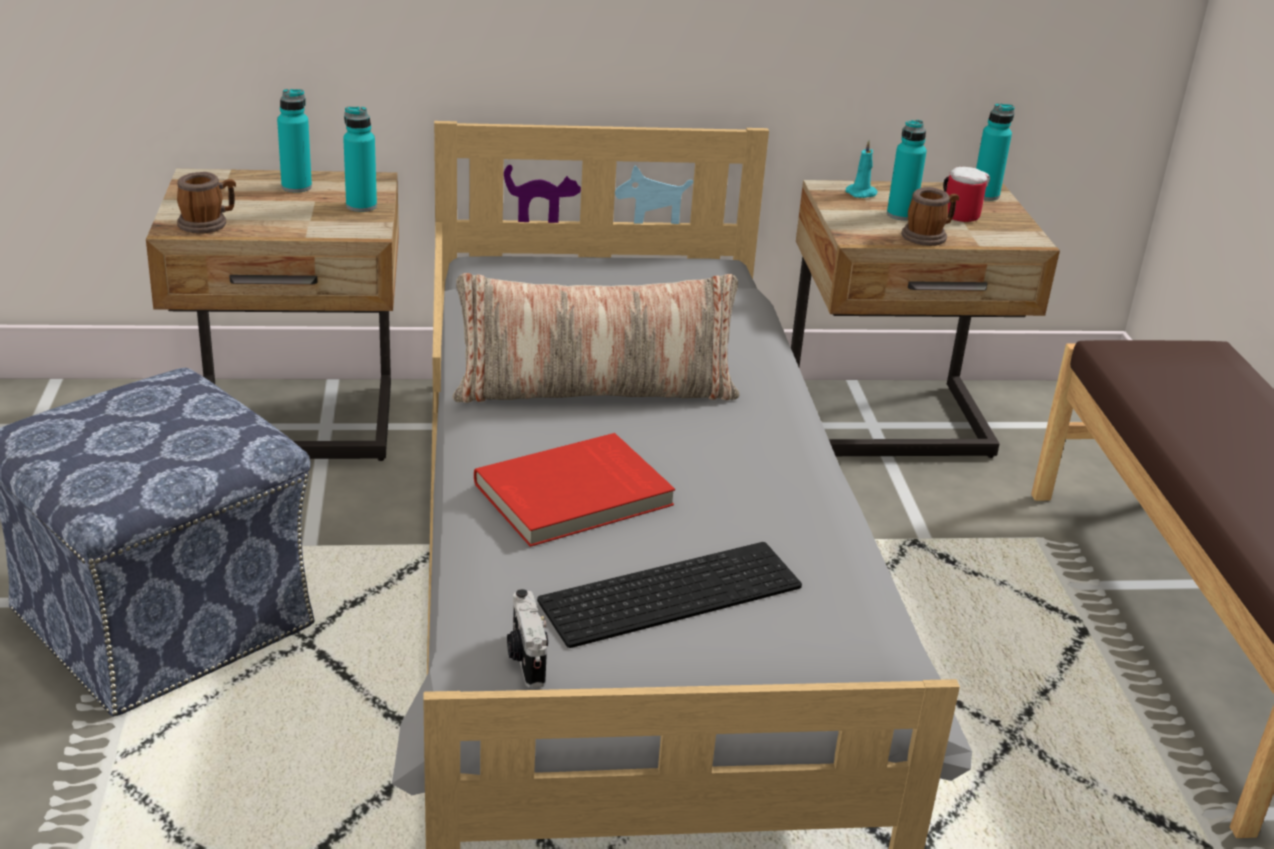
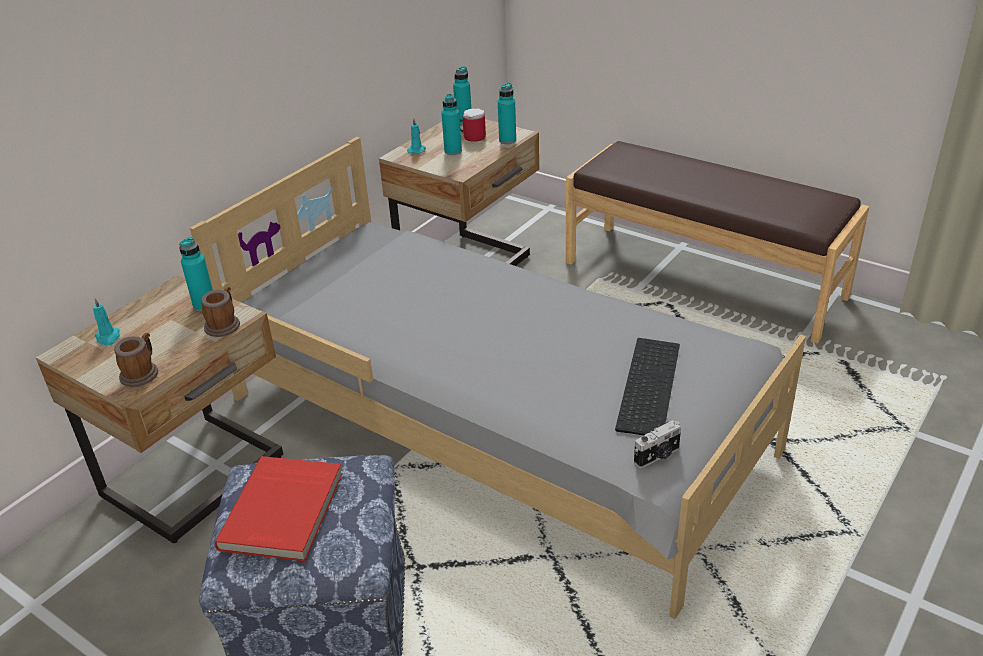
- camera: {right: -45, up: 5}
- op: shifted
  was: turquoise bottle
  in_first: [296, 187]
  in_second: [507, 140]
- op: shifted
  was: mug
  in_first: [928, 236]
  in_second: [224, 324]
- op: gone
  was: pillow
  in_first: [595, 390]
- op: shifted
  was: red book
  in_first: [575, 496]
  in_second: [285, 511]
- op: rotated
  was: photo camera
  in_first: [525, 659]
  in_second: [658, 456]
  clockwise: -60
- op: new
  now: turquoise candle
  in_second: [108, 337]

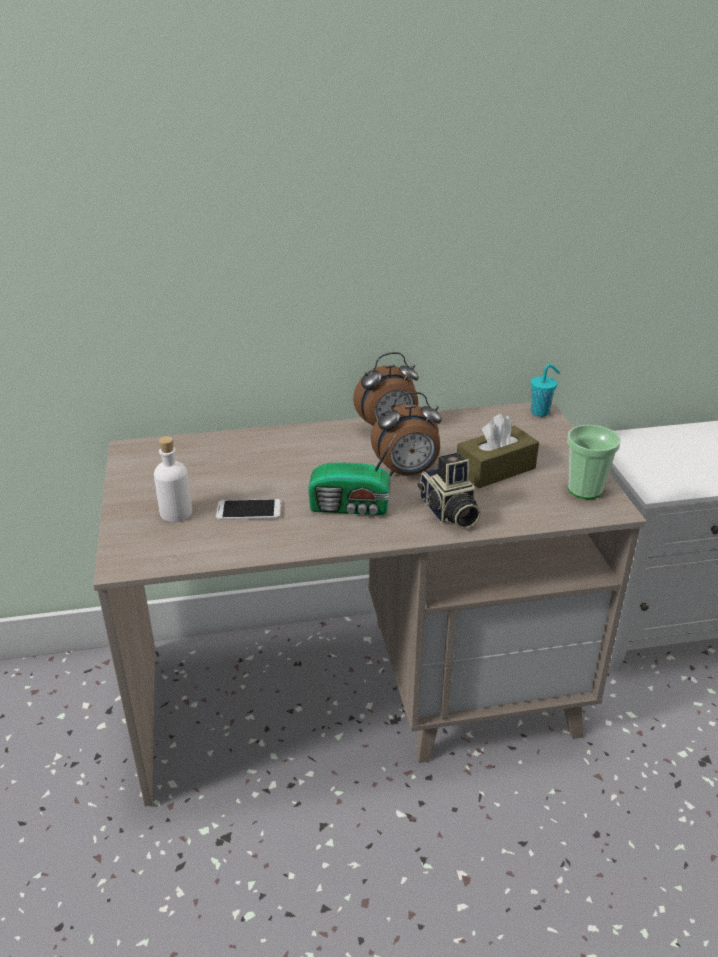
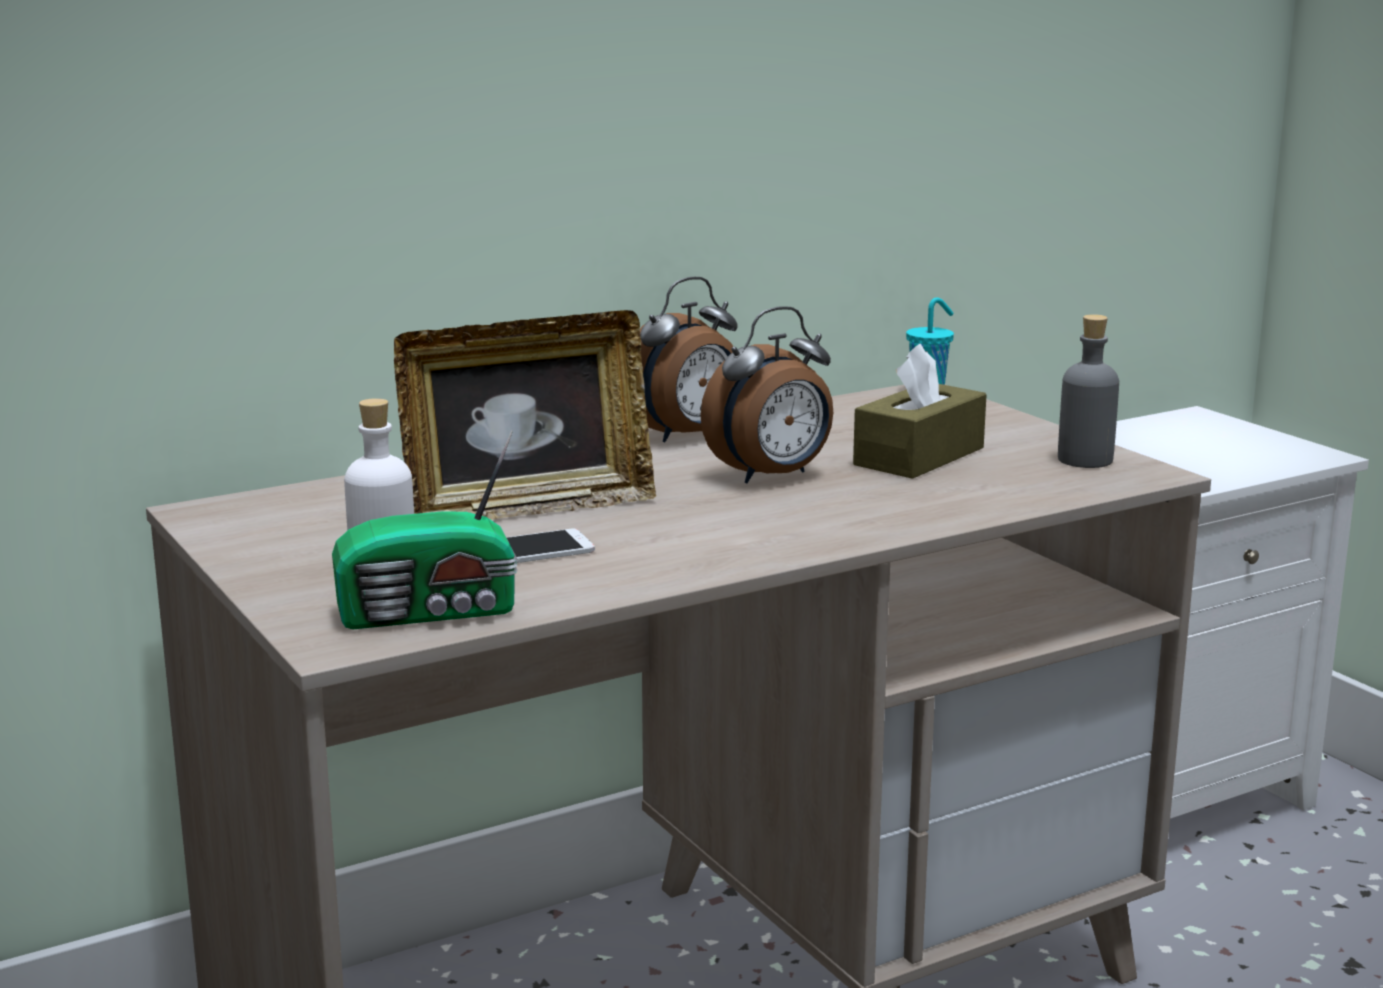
- camera: {right: -20, up: -15}
- op: swapped
  was: cup
  now: grey bottle
  in_first: [584, 490]
  in_second: [1085, 460]
- op: shifted
  was: radio
  in_first: [352, 507]
  in_second: [432, 613]
- op: gone
  was: photo camera
  in_first: [448, 513]
- op: new
  now: picture frame
  in_second: [528, 508]

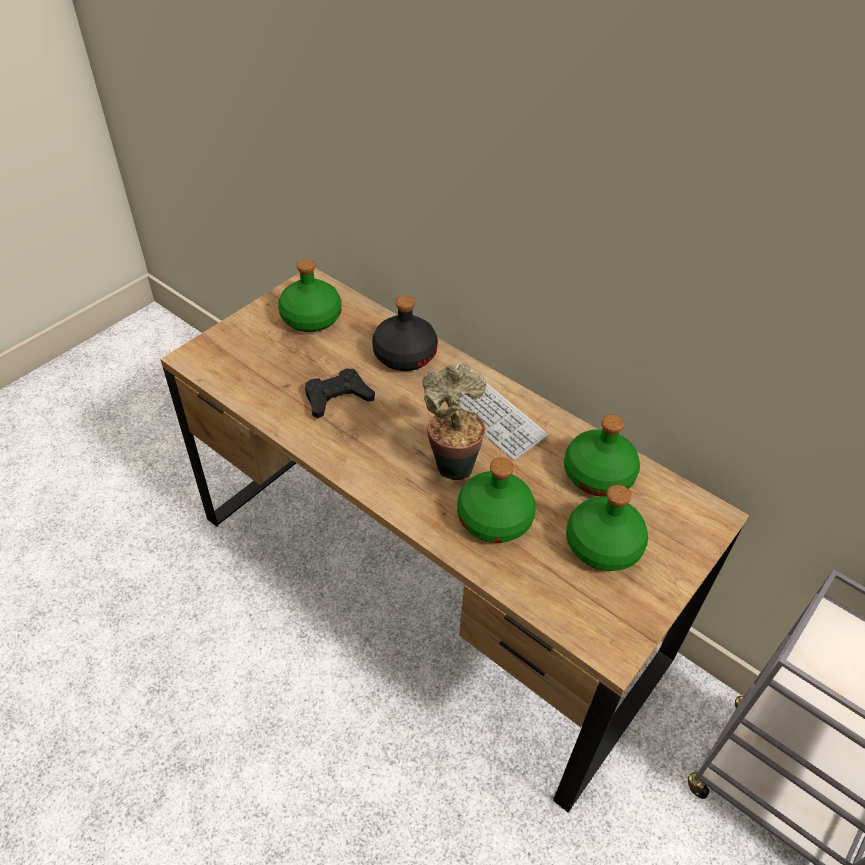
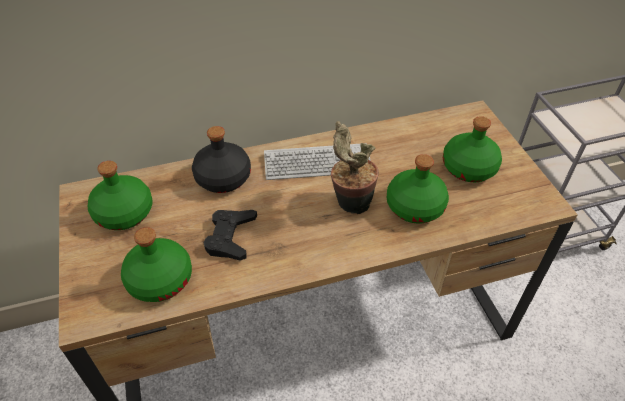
- camera: {right: -55, up: 0}
- op: shifted
  was: green bottle
  in_first: [598, 474]
  in_second: [159, 279]

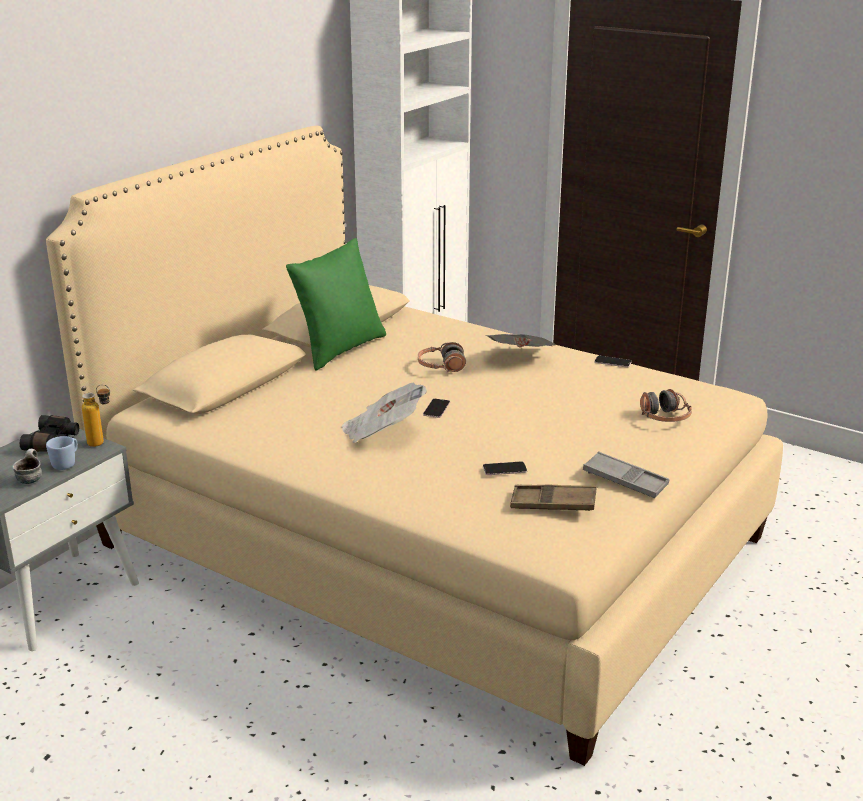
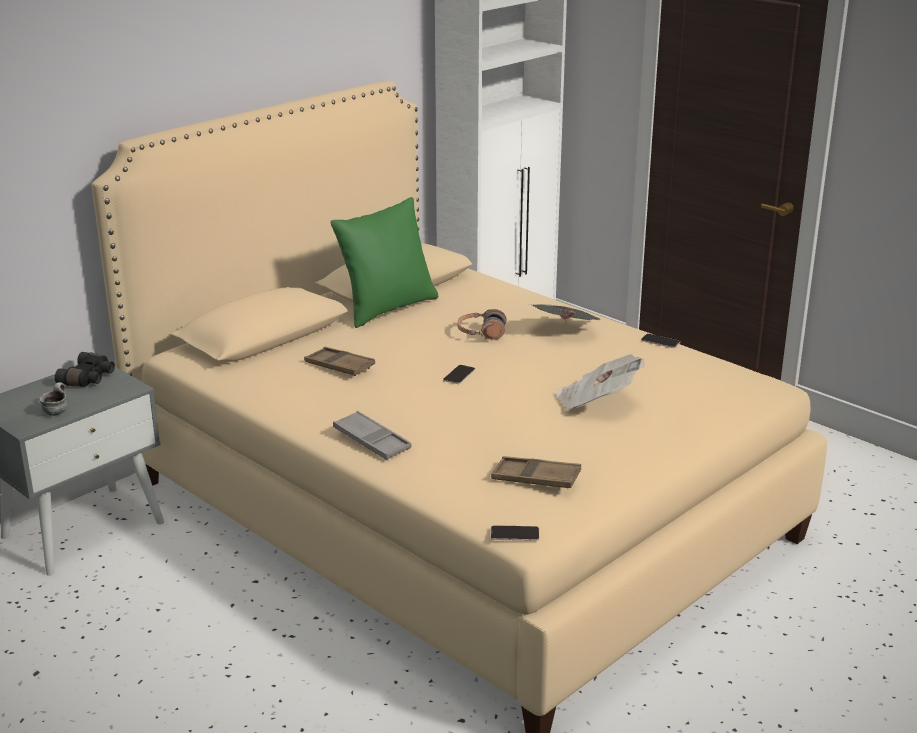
- camera: {right: 10, up: 0}
- op: shifted
  was: newspaper
  in_first: [382, 432]
  in_second: [596, 402]
- op: gone
  was: bottle
  in_first: [102, 443]
- op: gone
  was: headphones
  in_first: [664, 418]
- op: gone
  was: blue mug
  in_first: [66, 463]
- op: shifted
  was: grey tray
  in_first: [625, 480]
  in_second: [372, 441]
- op: shifted
  was: phone
  in_first: [504, 469]
  in_second: [514, 534]
- op: new
  now: brown tray
  in_second: [339, 366]

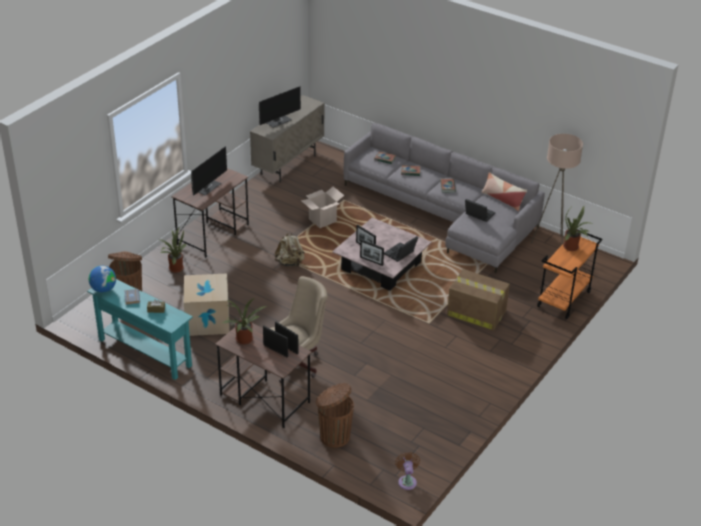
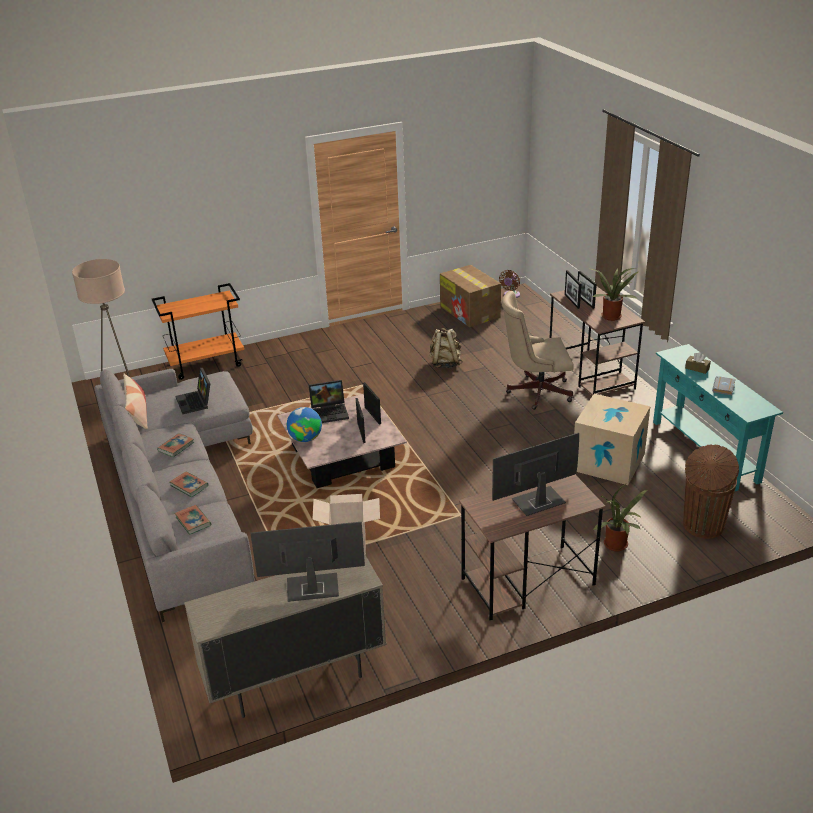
- camera: {right: -145, up: -5}
- op: gone
  was: potted plant
  in_first: [572, 247]
- op: shifted
  was: beige backpack
  in_first: [290, 263]
  in_second: [445, 364]
- op: shifted
  was: globe
  in_first: [103, 289]
  in_second: [305, 439]
- op: shifted
  was: cardboard box
  in_first: [475, 313]
  in_second: [470, 312]
- op: gone
  was: brown trash can
  in_first: [334, 436]

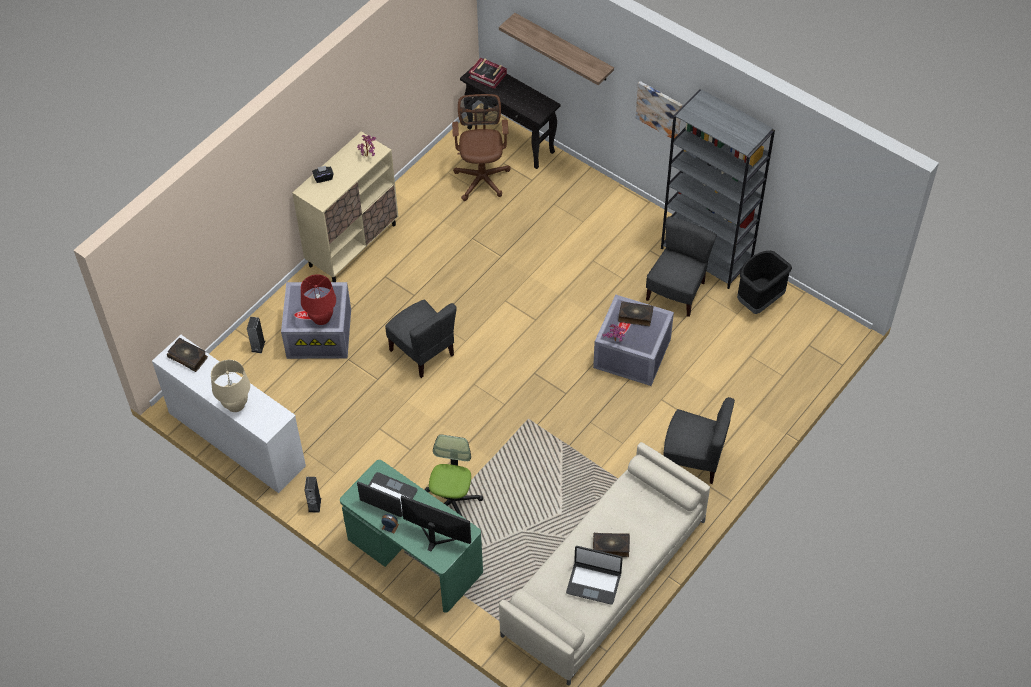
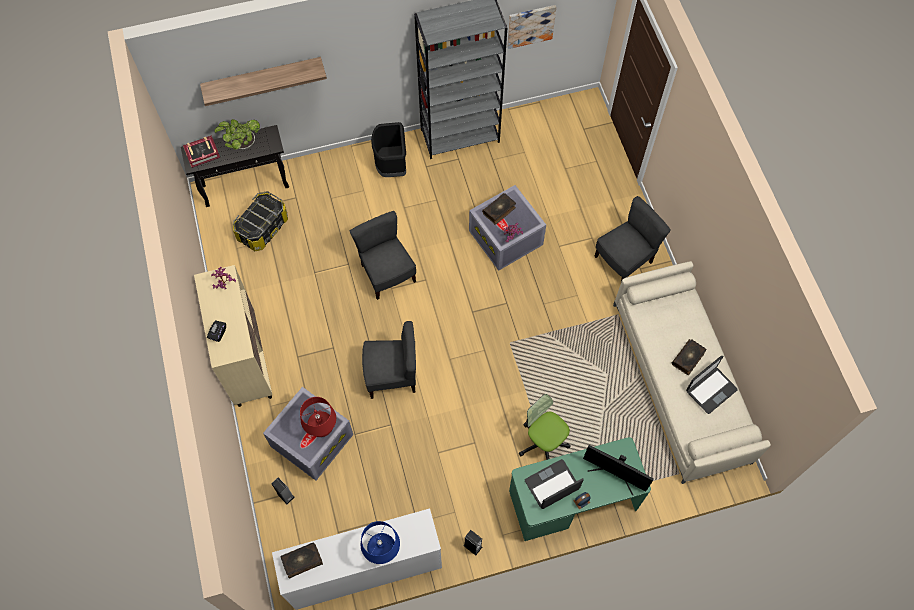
- camera: {right: -55, up: 10}
- op: shifted
  was: picture
  in_first: [659, 110]
  in_second: [530, 25]
- op: swapped
  was: brown office chair
  now: storage box
  in_first: [482, 177]
  in_second: [262, 228]
- op: shifted
  was: grey chair
  in_first: [676, 292]
  in_second: [387, 274]
- op: shifted
  was: black trash can
  in_first: [758, 301]
  in_second: [391, 166]
- op: repainted
  was: beige table lamp
  now: blue table lamp
  in_first: [235, 404]
  in_second: [382, 550]
- op: rotated
  was: monitor
  in_first: [436, 537]
  in_second: [614, 473]
  clockwise: -120
- op: new
  now: potted plant
  in_second: [242, 144]

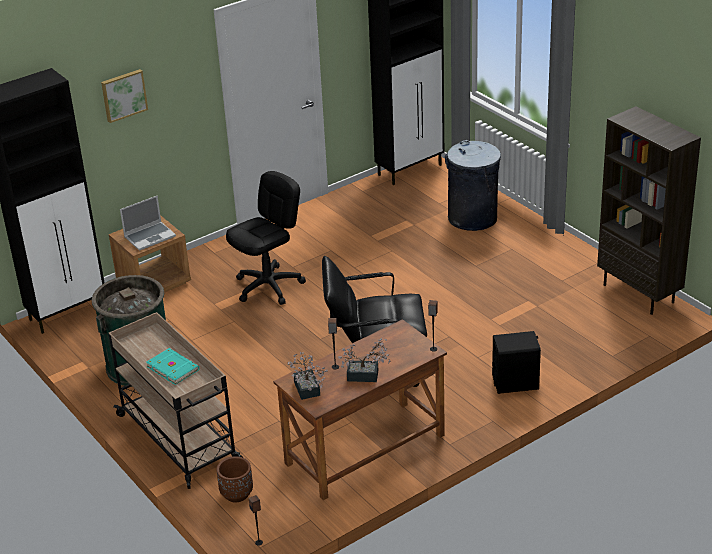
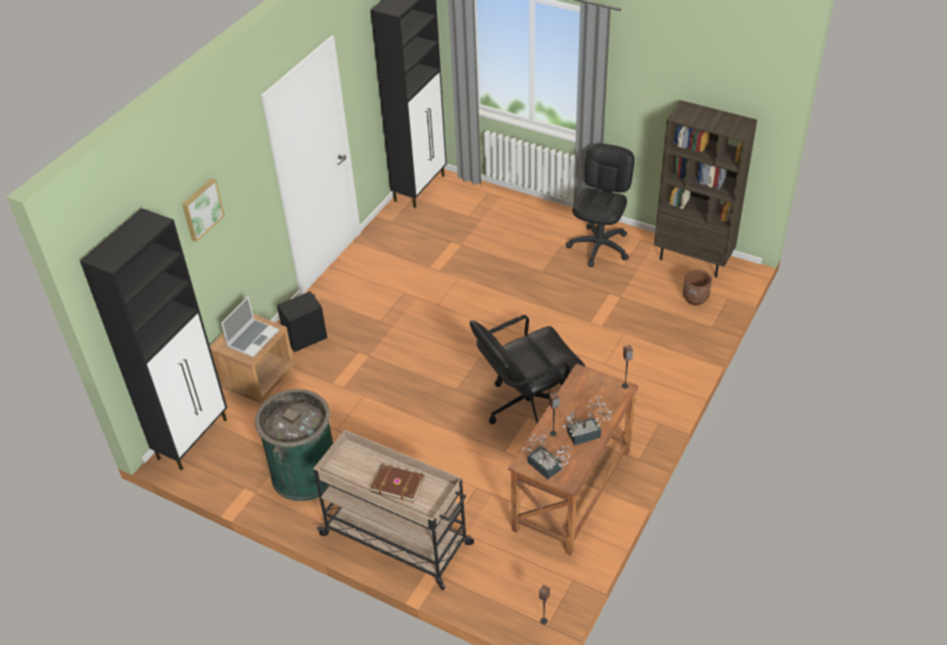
- camera: {right: -25, up: 10}
- op: gone
  was: grey trash can
  in_first: [472, 218]
- op: shifted
  was: black office chair
  in_first: [269, 286]
  in_second: [599, 246]
- op: shifted
  was: black speaker
  in_first: [515, 382]
  in_second: [305, 337]
- op: repainted
  was: turquoise book
  now: brown book
  in_first: [173, 367]
  in_second: [397, 484]
- op: shifted
  was: brown planter
  in_first: [237, 494]
  in_second: [695, 299]

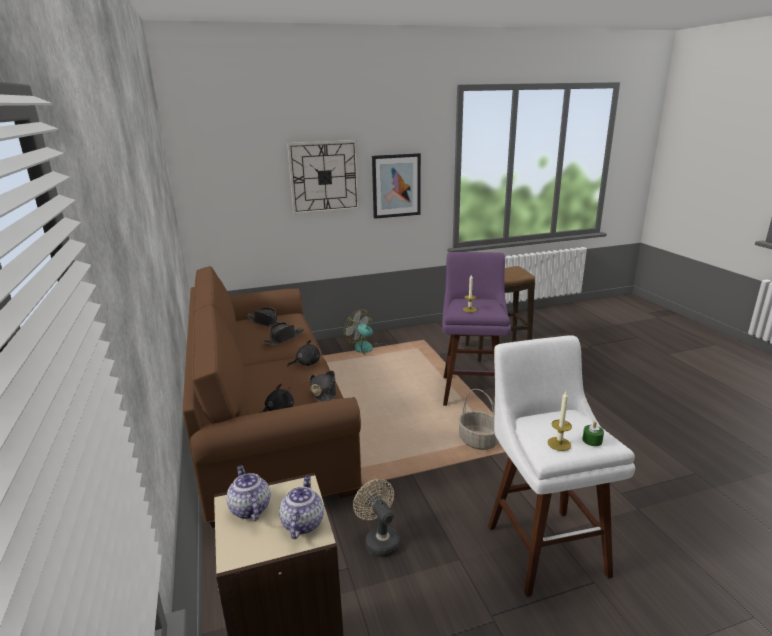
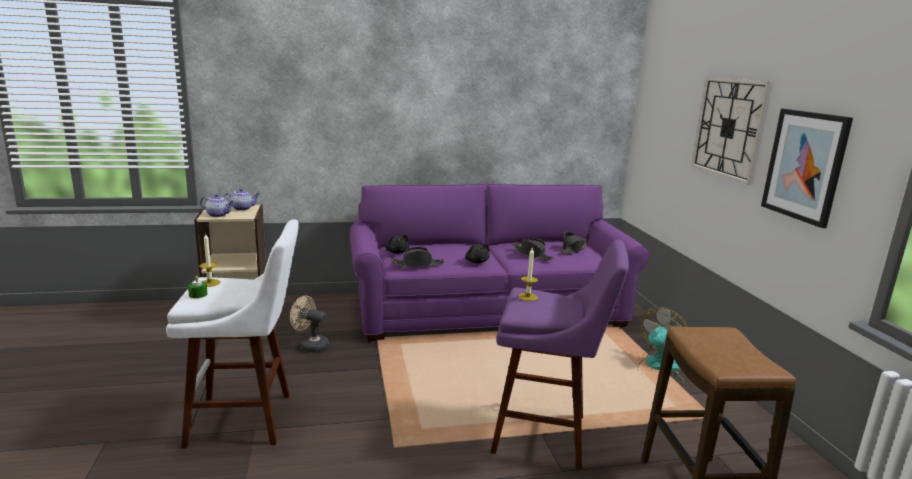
- camera: {right: 95, up: -5}
- op: repainted
  was: brown sofa
  now: purple sofa
  in_first: [267, 420]
  in_second: [489, 309]
- op: gone
  was: basket
  in_first: [478, 441]
- op: rotated
  was: beige fan
  in_first: [379, 540]
  in_second: [310, 346]
  clockwise: -135

